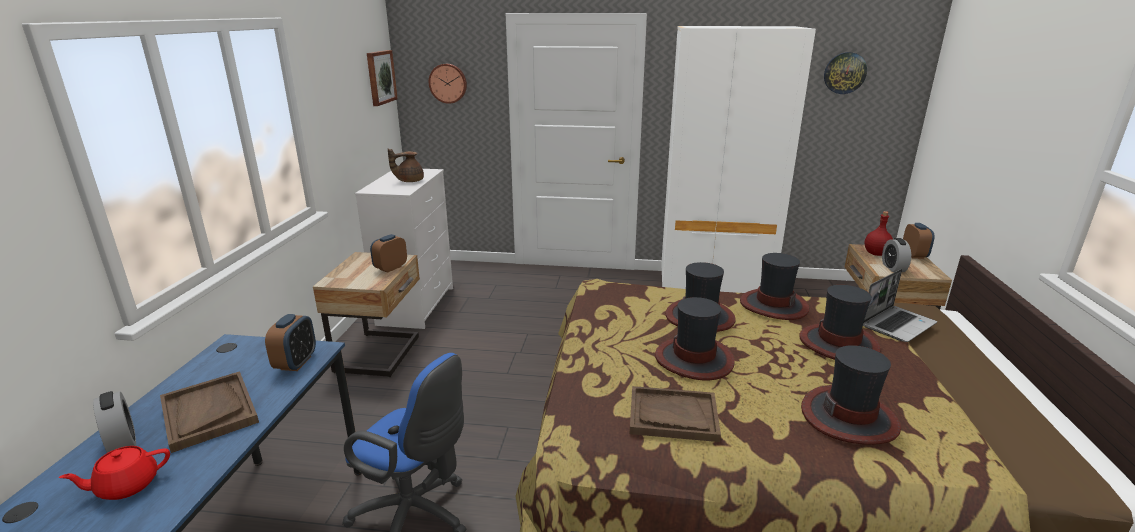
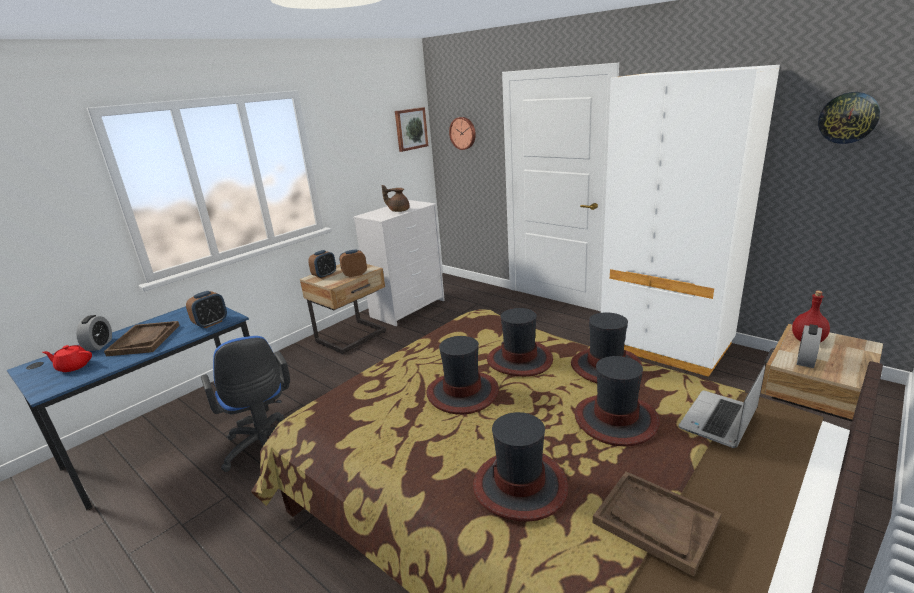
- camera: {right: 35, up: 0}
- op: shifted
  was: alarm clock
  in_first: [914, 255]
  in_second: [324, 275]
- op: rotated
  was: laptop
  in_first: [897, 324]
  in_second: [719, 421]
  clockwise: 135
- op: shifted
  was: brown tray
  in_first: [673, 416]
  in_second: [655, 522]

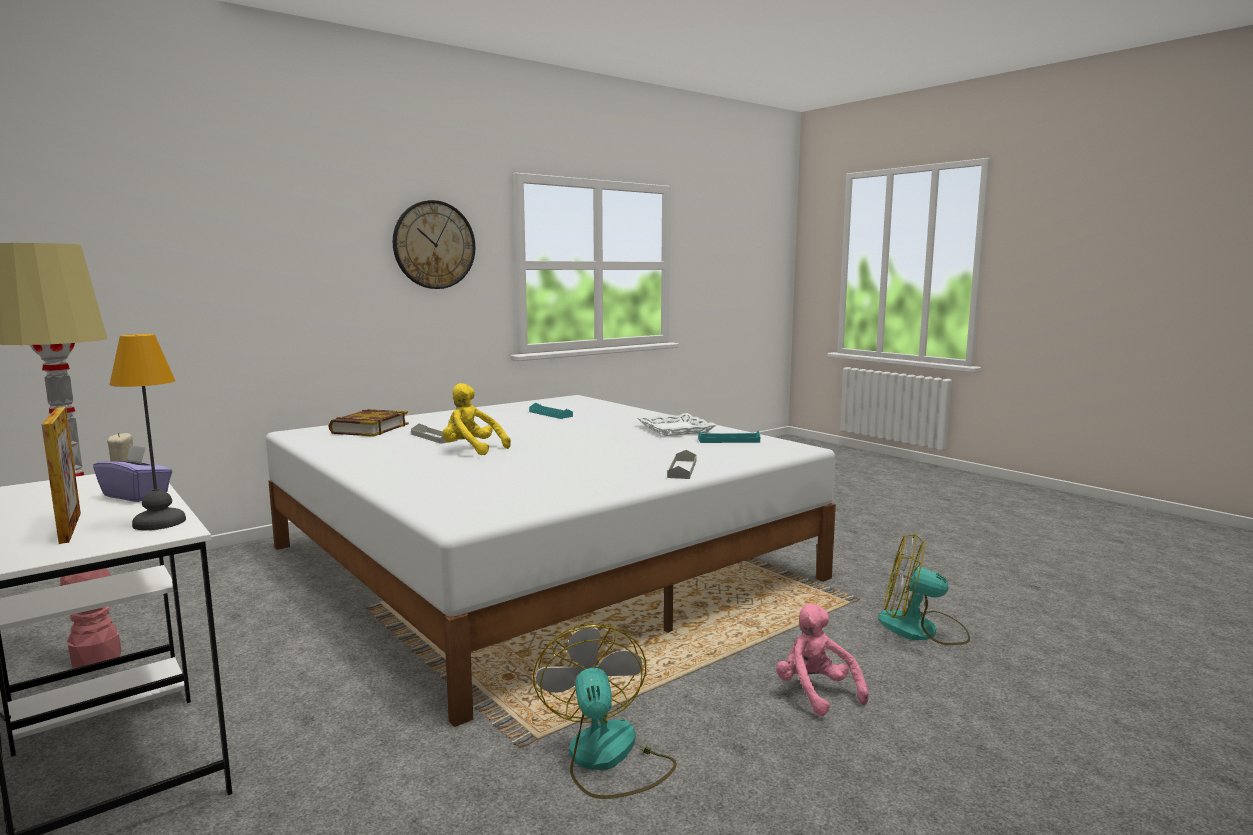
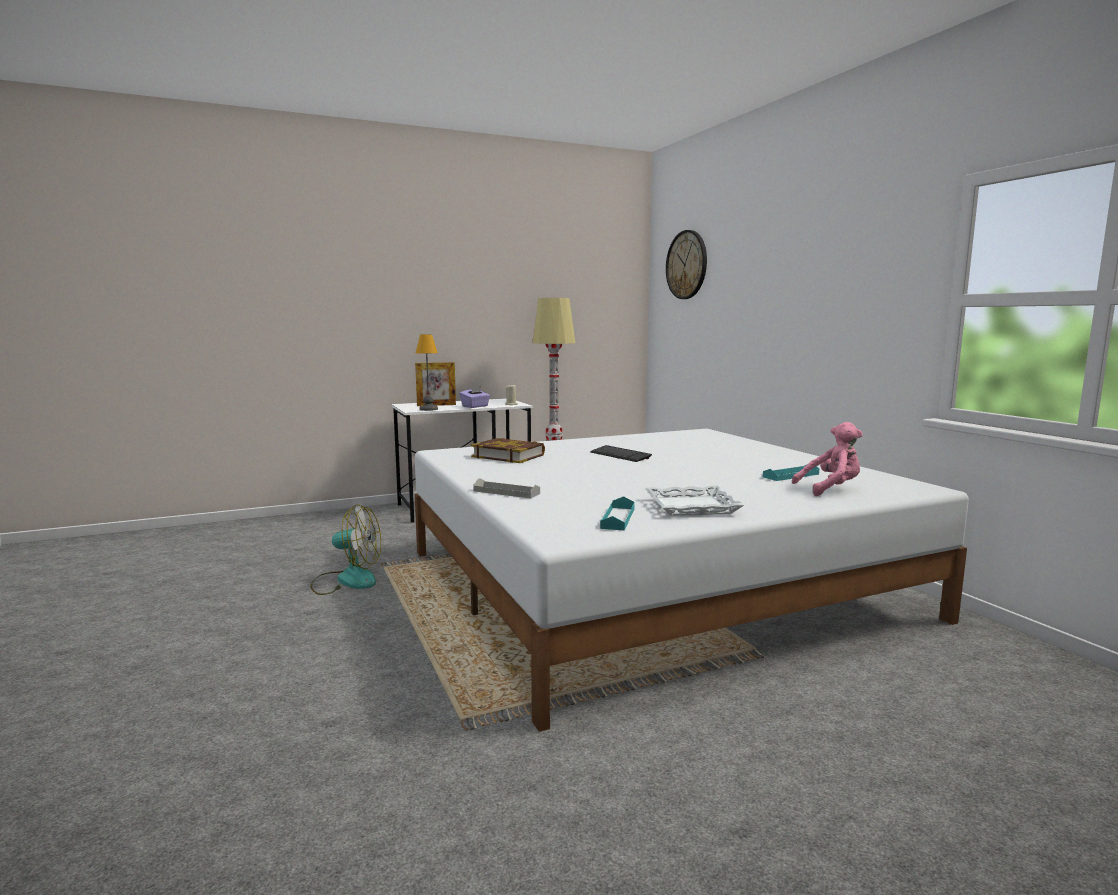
- camera: {right: 105, up: 0}
- op: shifted
  was: wall clock
  in_first: [434, 245]
  in_second: [687, 265]
- op: swapped
  was: yellow plush toy
  now: keyboard
  in_first: [472, 450]
  in_second: [620, 455]
- op: shifted
  was: book
  in_first: [369, 429]
  in_second: [508, 456]
- op: gone
  was: grey tray
  in_first: [433, 437]
- op: gone
  was: fan
  in_first: [921, 629]
- op: shifted
  was: pink plush toy
  in_first: [816, 692]
  in_second: [830, 489]

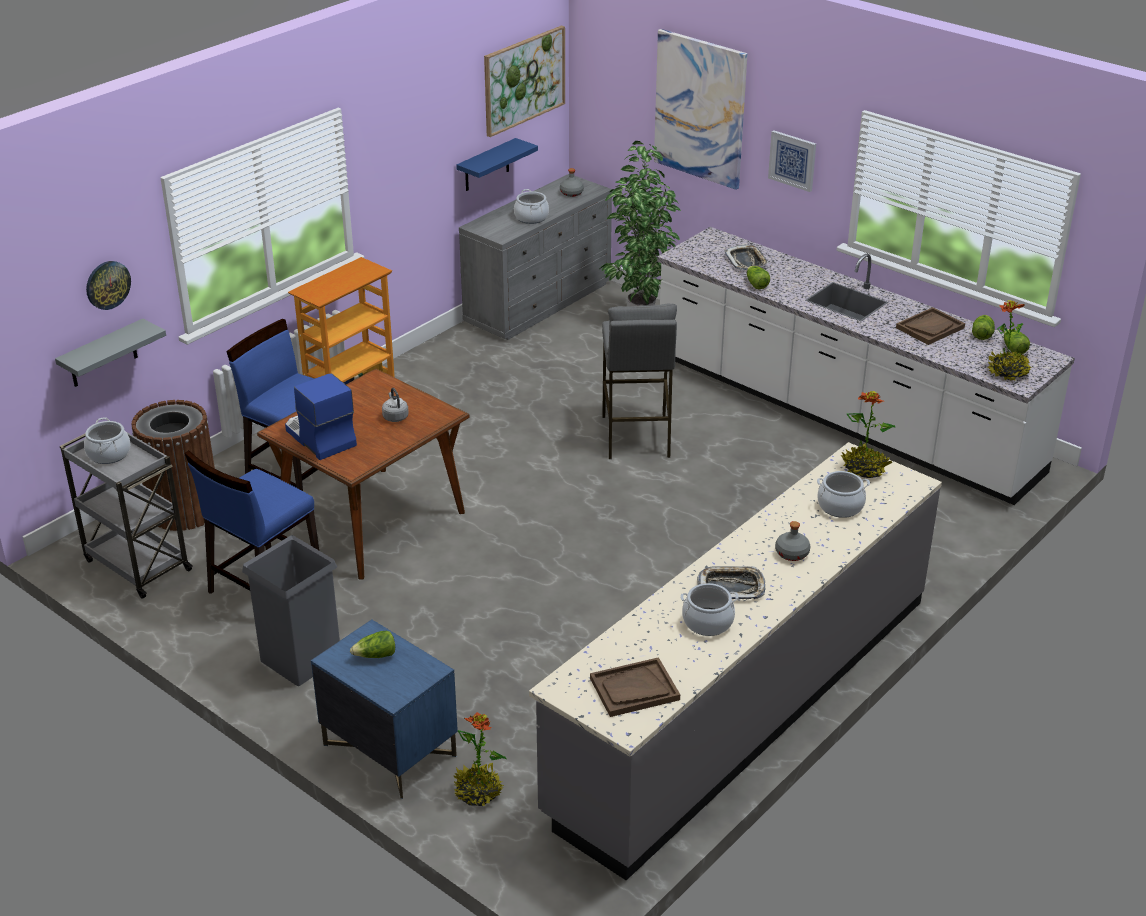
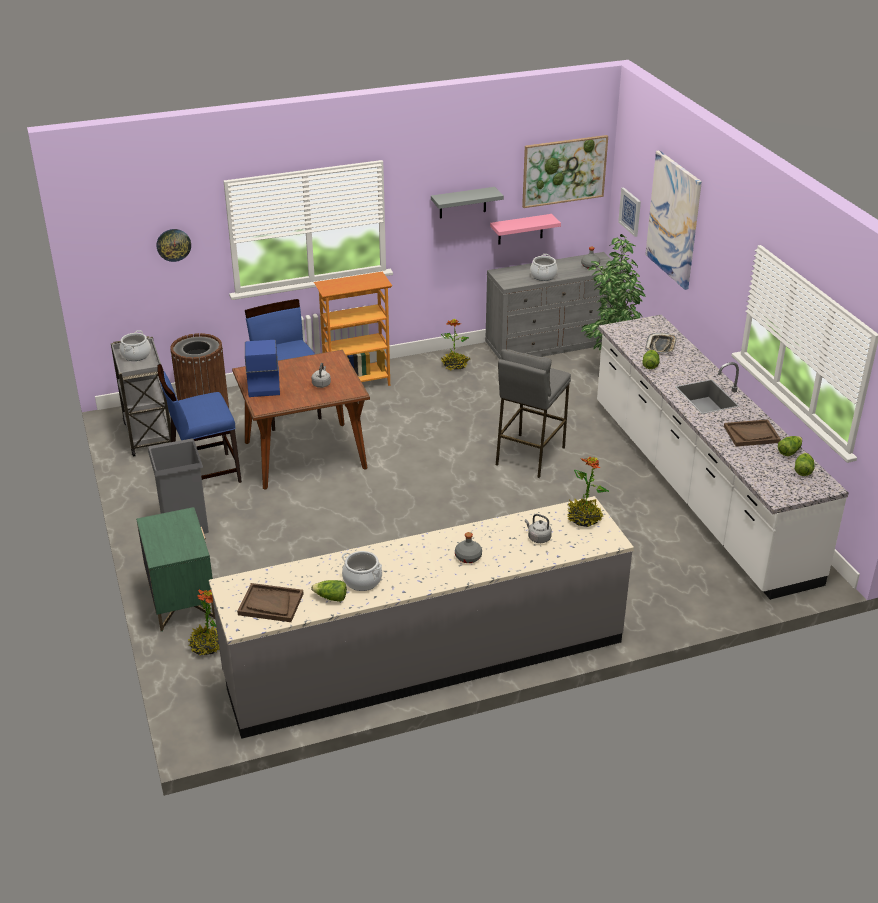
- camera: {right: 30, up: 0}
- op: shifted
  was: picture
  in_first: [792, 160]
  in_second: [630, 211]
- op: repainted
  was: blue shelf
  now: pink shelf
  in_first: [486, 165]
  in_second: [520, 229]
- op: shifted
  was: potted plant
  in_first: [1007, 372]
  in_second: [455, 366]
- op: shifted
  was: grey shelf
  in_first: [102, 354]
  in_second: [462, 203]
- op: swapped
  was: cooking pot
  now: grey kettle
  in_first: [840, 506]
  in_second: [538, 538]
- op: gone
  was: tray
  in_first: [731, 587]
- op: repainted
  was: blue nightstand
  now: green nightstand
  in_first: [389, 750]
  in_second: [181, 599]
- op: shifted
  was: lettuce
  in_first: [376, 655]
  in_second: [331, 598]

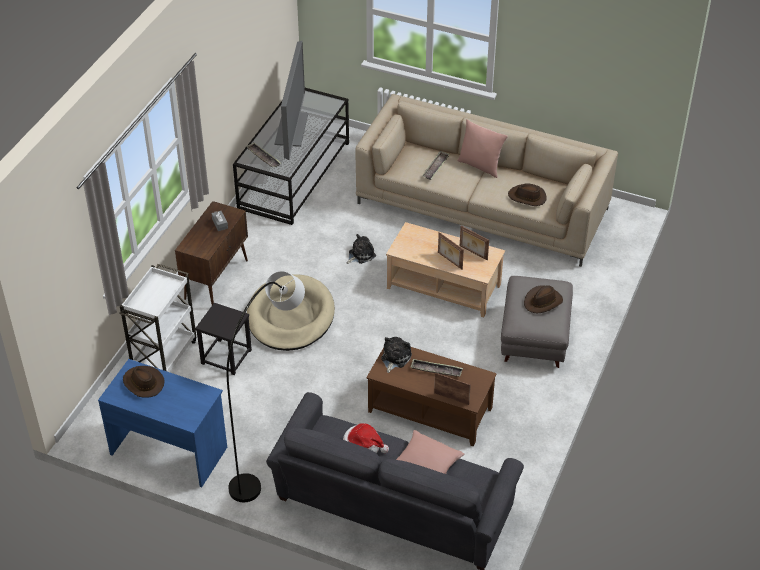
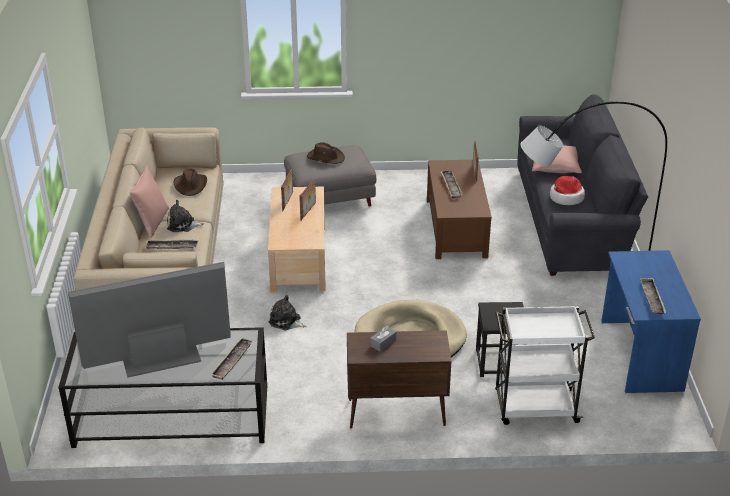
- camera: {right: -115, up: -10}
- op: shifted
  was: plush toy
  in_first: [395, 358]
  in_second: [183, 225]
- op: swapped
  was: brown hat
  now: tray
  in_first: [143, 383]
  in_second: [652, 298]

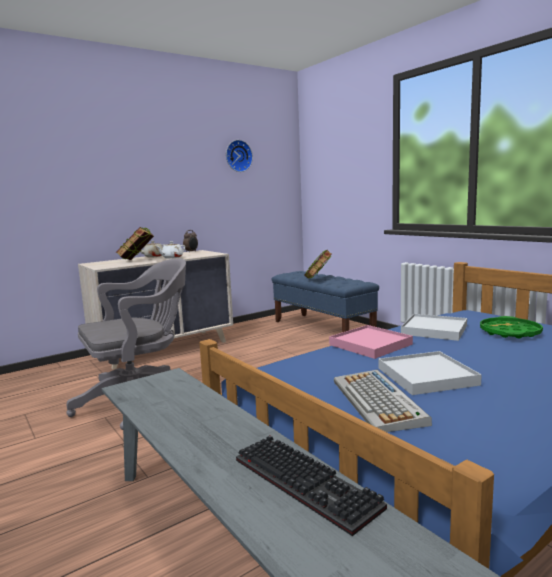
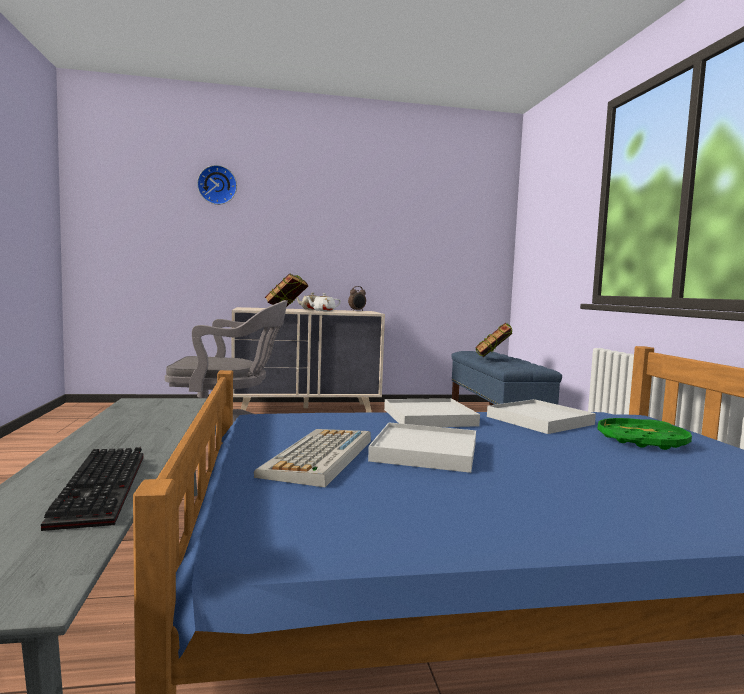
- camera: {right: 25, up: -5}
- op: shifted
  was: wall clock
  in_first: [238, 156]
  in_second: [217, 185]
- op: repainted
  was: pink tray
  now: white tray
  in_first: [370, 344]
  in_second: [429, 417]

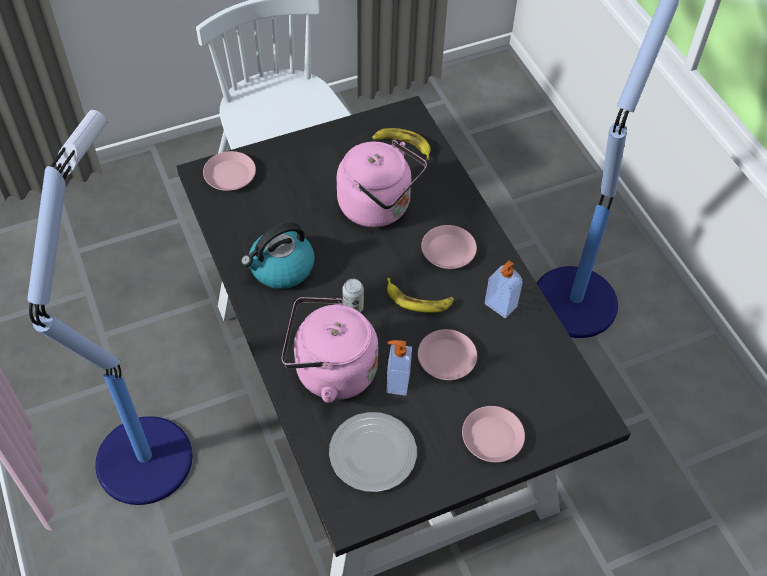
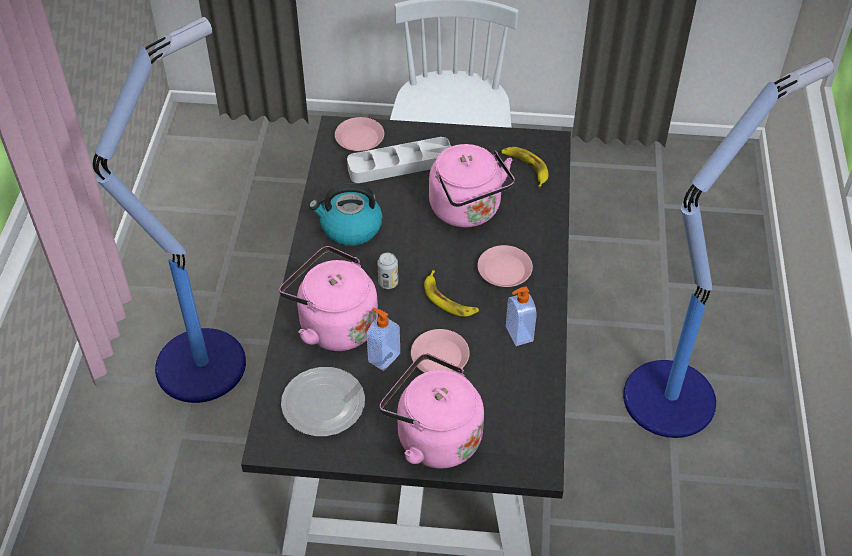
- camera: {right: 30, up: -5}
- op: swapped
  was: pink plate
  now: pink kettle
  in_first: [492, 437]
  in_second: [433, 437]
- op: new
  now: grey tray
  in_second: [400, 164]

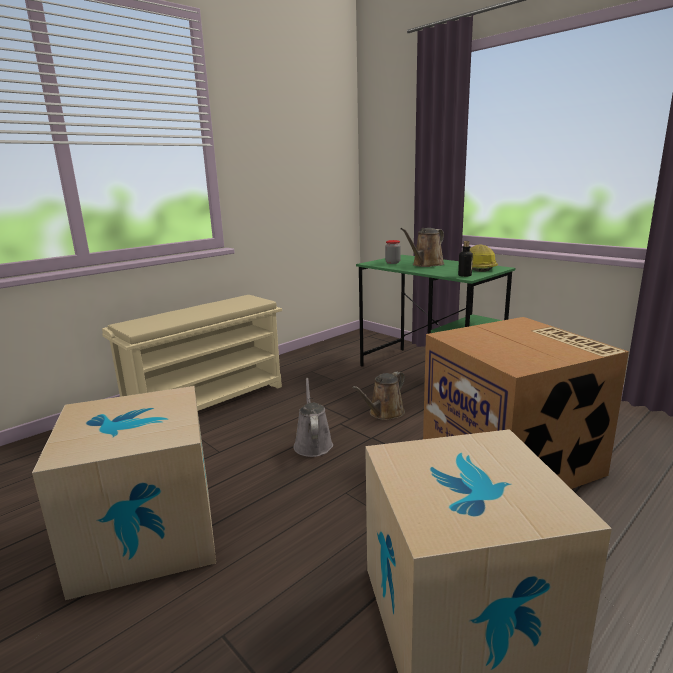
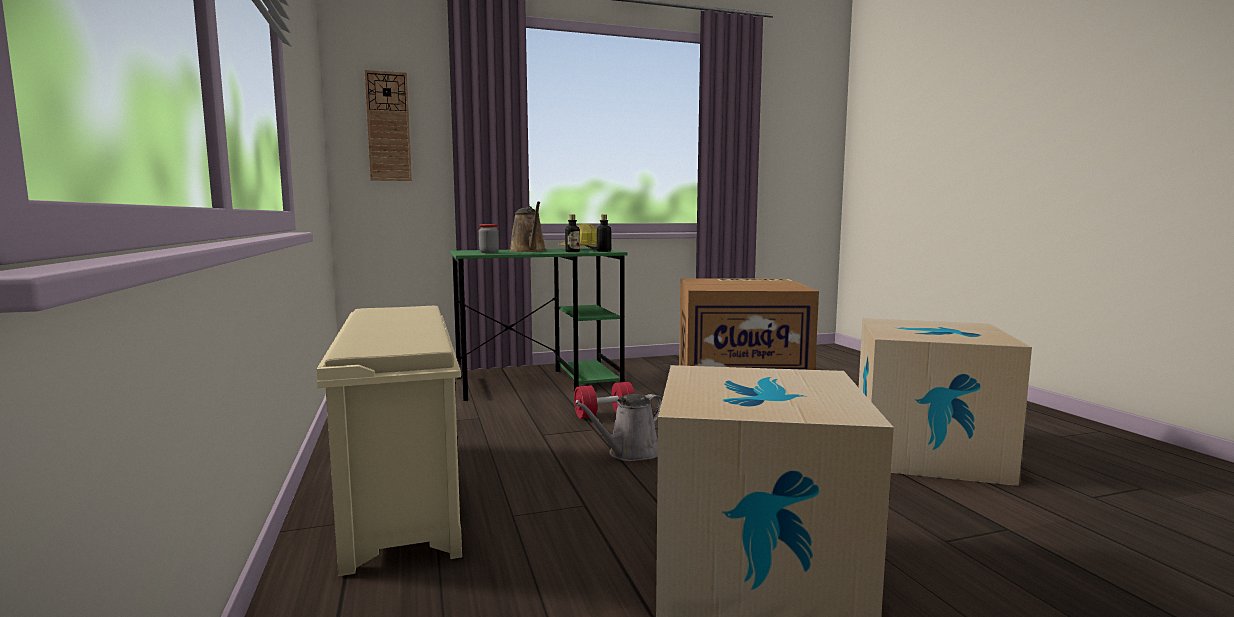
- camera: {right: -65, up: -10}
- op: swapped
  was: brown watering can
  now: red dumbbell
  in_first: [384, 413]
  in_second: [604, 415]
- op: rotated
  was: grey watering can
  in_first: [312, 443]
  in_second: [630, 453]
  clockwise: -60
- op: new
  now: wall clock
  in_second: [388, 127]
- op: new
  now: bottle
  in_second: [572, 252]

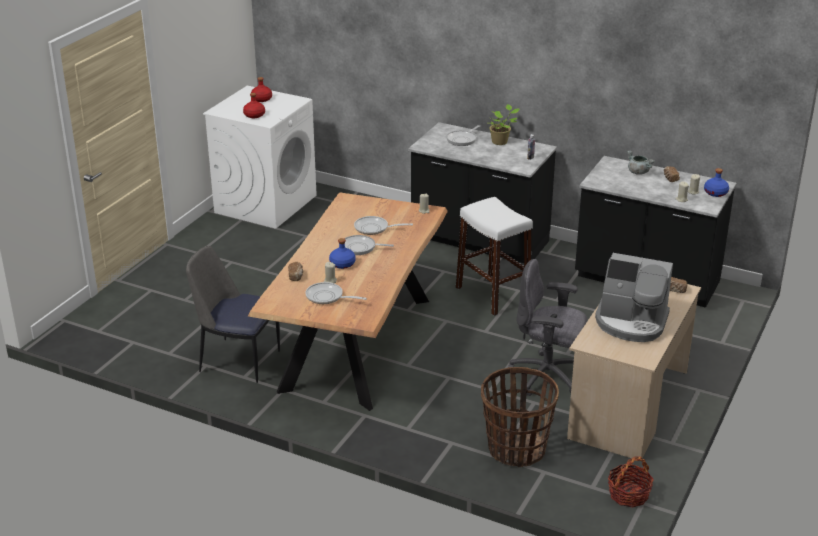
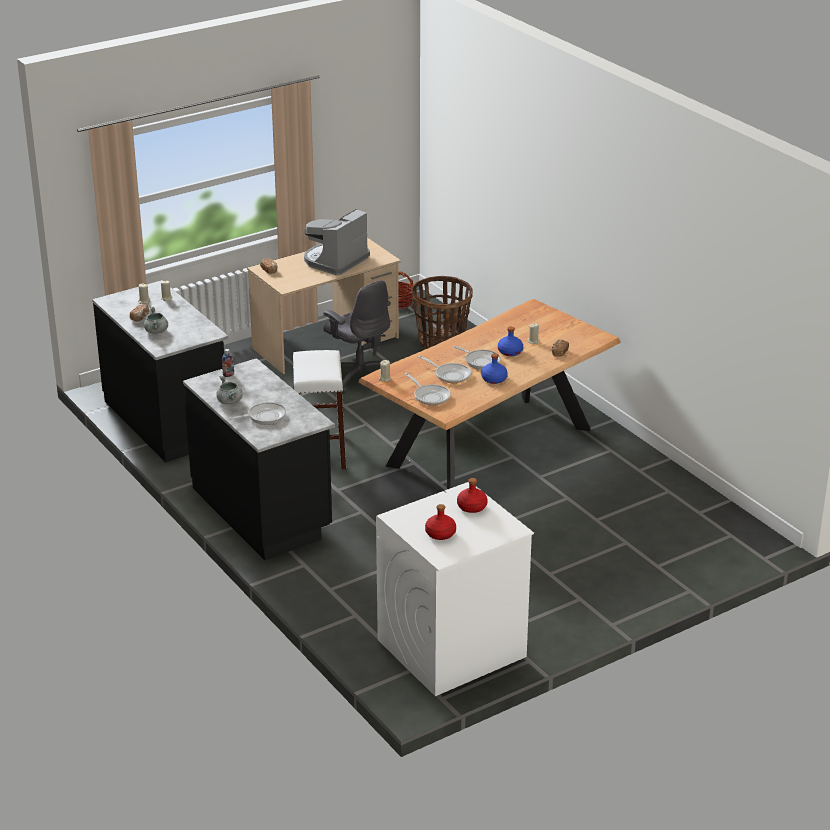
- camera: {right: -150, up: 0}
- op: swapped
  was: potted plant
  now: grey cooking pot
  in_first: [501, 142]
  in_second: [230, 402]
- op: shifted
  was: blue bottle
  in_first: [715, 193]
  in_second: [493, 379]
- op: gone
  was: chair
  in_first: [237, 360]
- op: rotated
  was: coffee machine
  in_first: [631, 322]
  in_second: [335, 261]
  clockwise: -105
- op: shifted
  was: frying pan
  in_first: [327, 297]
  in_second: [430, 396]

